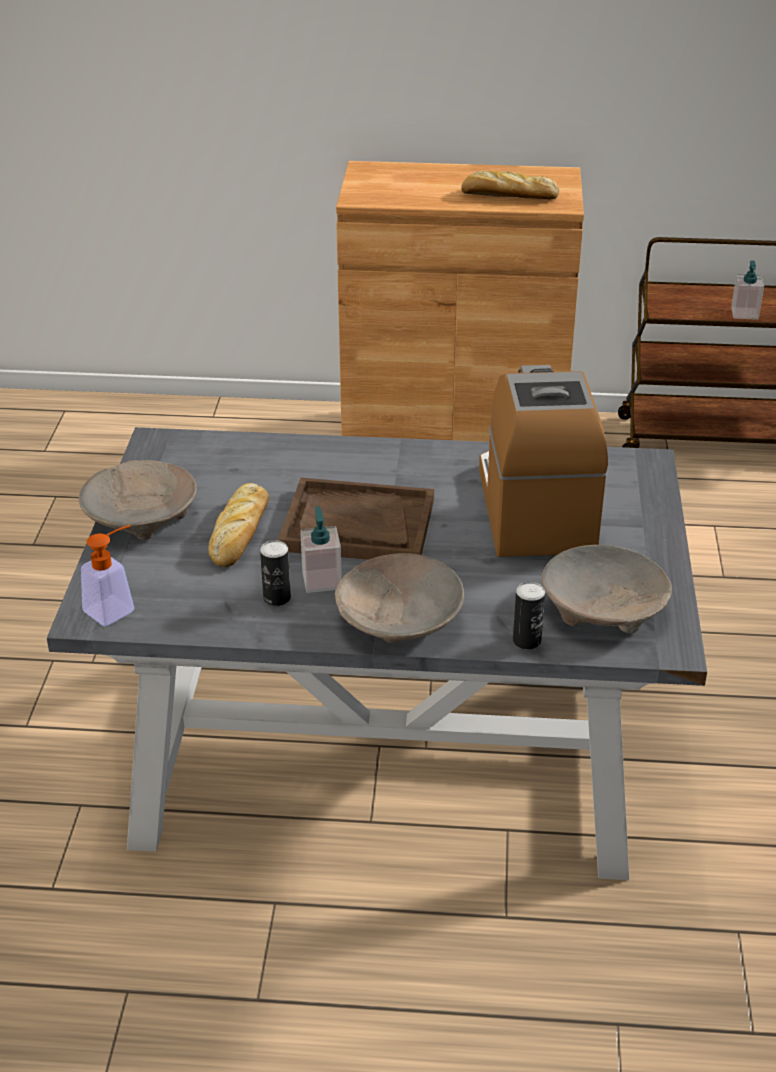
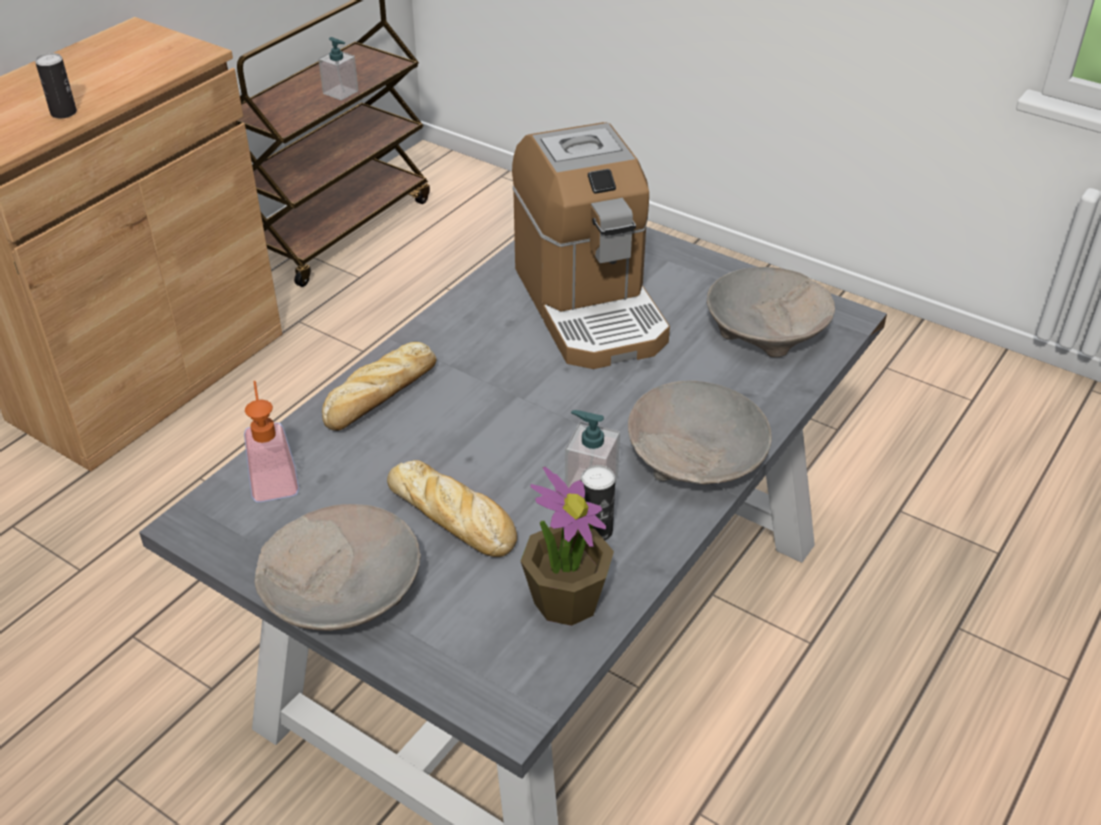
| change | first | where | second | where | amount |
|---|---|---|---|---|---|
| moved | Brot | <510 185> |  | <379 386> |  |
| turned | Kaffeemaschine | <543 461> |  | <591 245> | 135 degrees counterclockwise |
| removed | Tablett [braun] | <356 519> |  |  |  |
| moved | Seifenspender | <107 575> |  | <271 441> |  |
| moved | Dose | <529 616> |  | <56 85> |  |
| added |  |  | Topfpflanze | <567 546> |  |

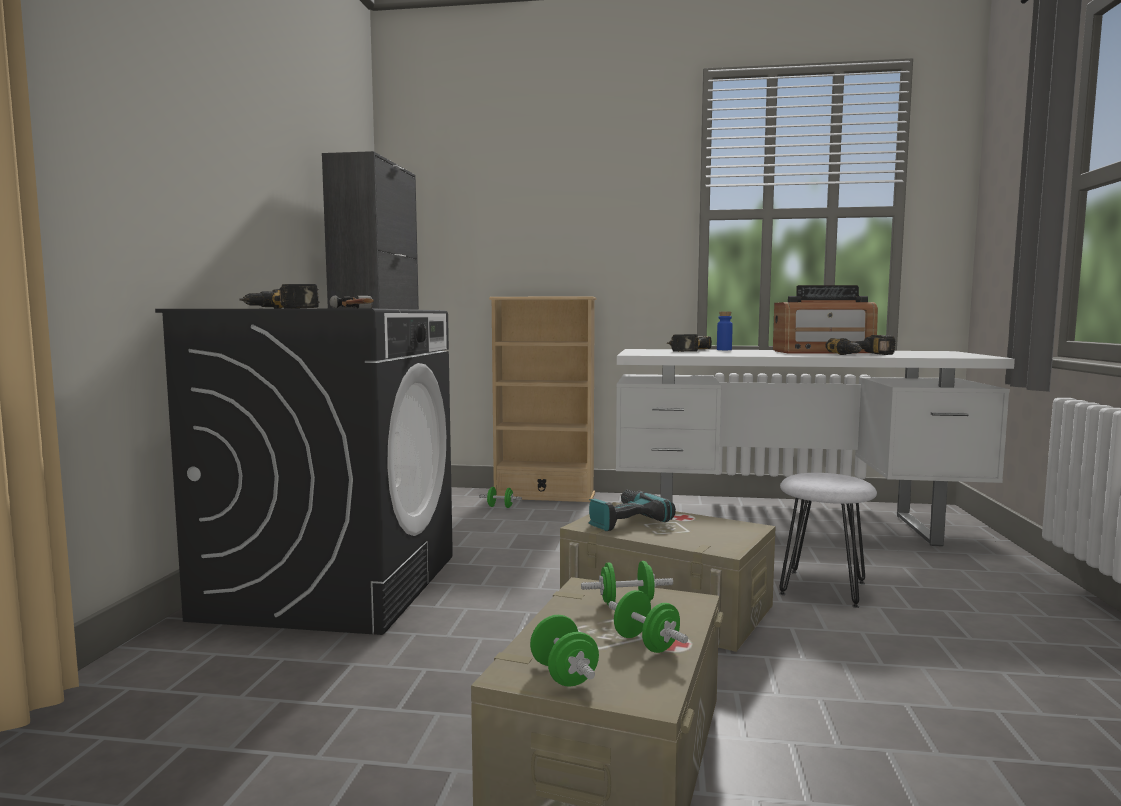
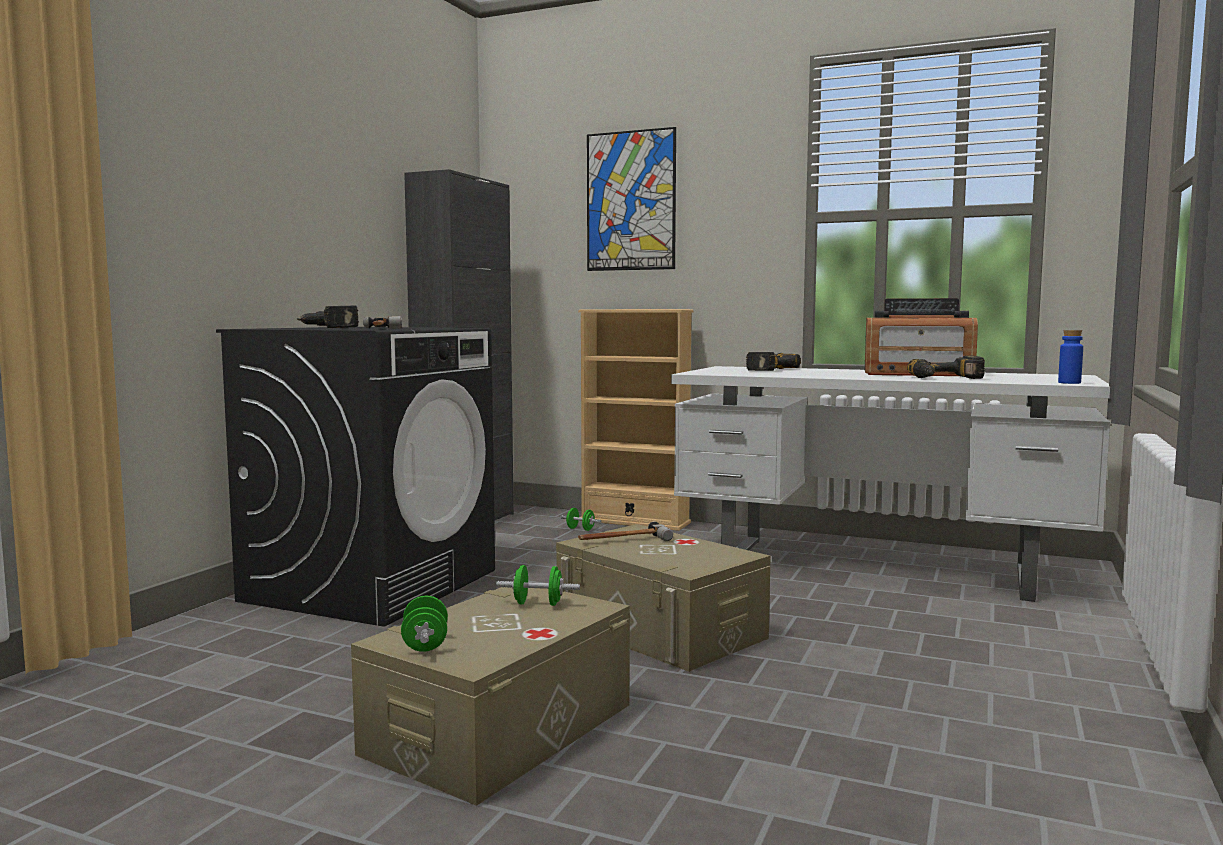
| change | first | where | second | where | amount |
|---|---|---|---|---|---|
| moved | Flasche [blau] | <725 331> |  | <1070 357> |  |
| removed | Hocker [weiß] | <828 540> |  |  |  |
| replaced | Bohrmaschine | <632 510> | Hammer | <625 531> |  |
| removed | Hantel [grün] | <648 621> |  |  |  |
| added |  |  | Bild | <631 199> |  |

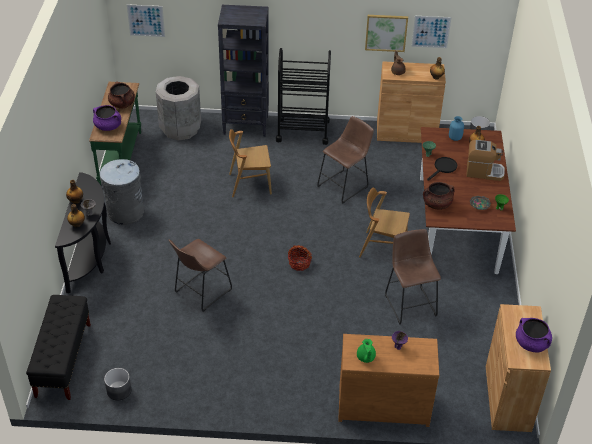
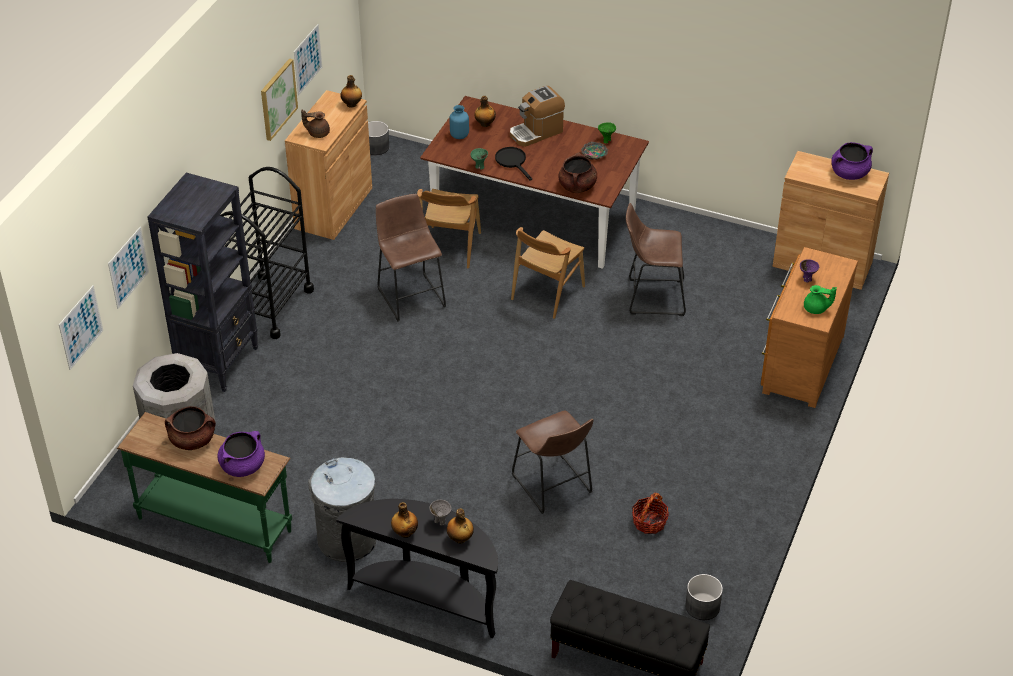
| change | first | where | second | where | amount |
|---|---|---|---|---|---|
| moved | Stuhl [braun] | <250 163> |  | <449 228> |  |
| turned | Kaffeemaschine | <485 160> |  | <537 116> | 150 degrees counterclockwise |
| moved | Korb | <300 258> |  | <650 513> |  |
| added |  |  | Bild | <128 268> |  |

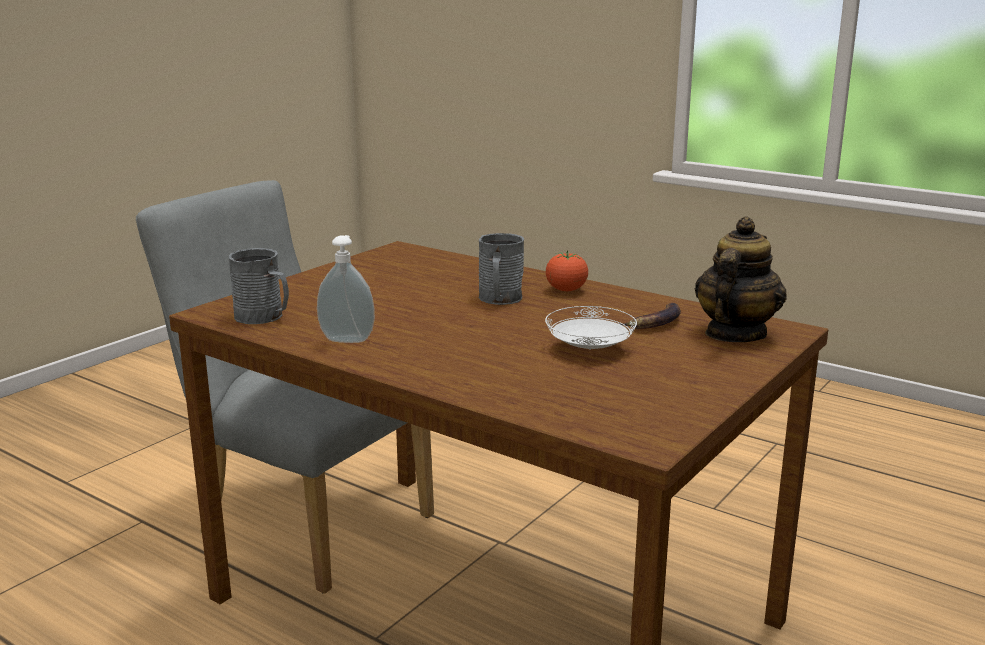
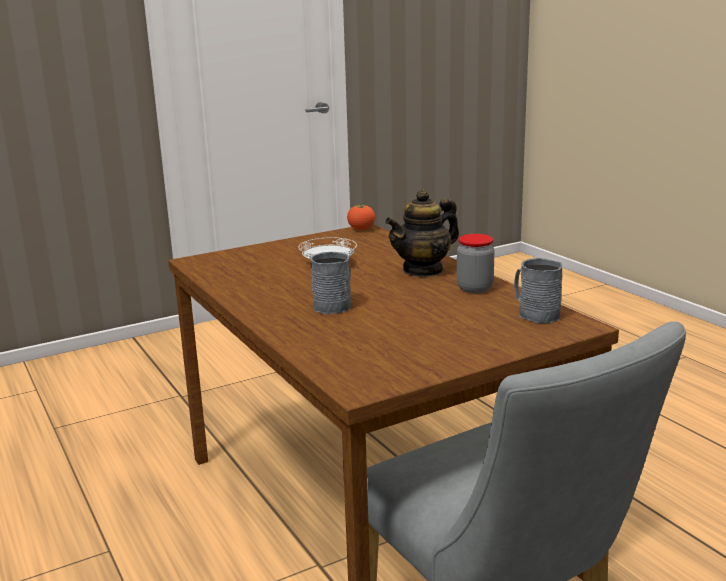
| change | first | where | second | where | amount |
|---|---|---|---|---|---|
| moved | Teekanne | <741 279> |  | <422 233> |  |
| replaced | Seifenspender | <346 289> | Vorratsglas | <476 263> |  |
| moved | Tomate | <567 270> |  | <361 216> |  |
| removed | Banane | <649 316> |  |  |  |

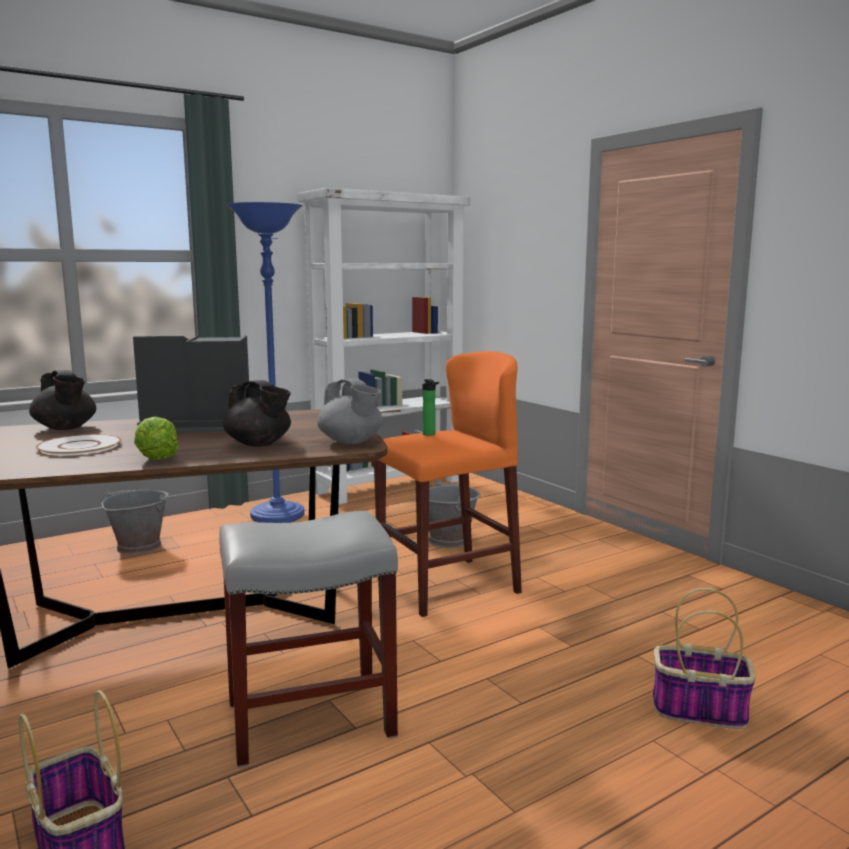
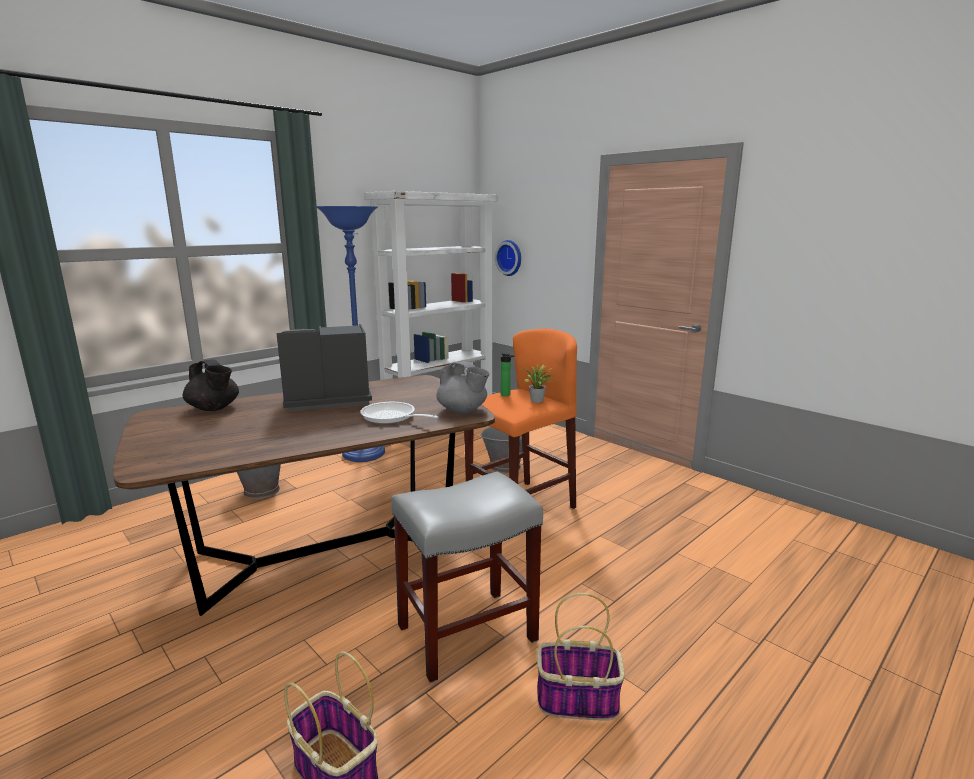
| change | first | where | second | where | amount |
|---|---|---|---|---|---|
| replaced | Teekanne [schwarz] | <257 413> | Pfanne | <399 413> |  |
| removed | Salatkopf | <156 438> |  |  |  |
| removed | Teller [weiß] | <78 445> |  |  |  |
| moved | Korb | <704 658> |  | <581 657> |  |
| added |  |  | Wanduhr | <508 258> |  |
| added |  |  | Topfpflanze | <538 383> |  |

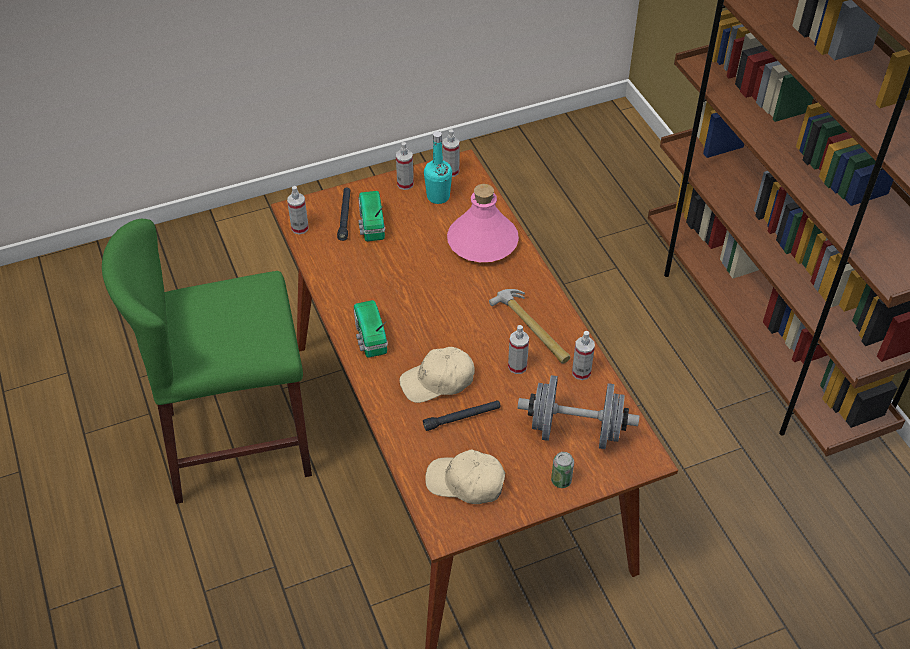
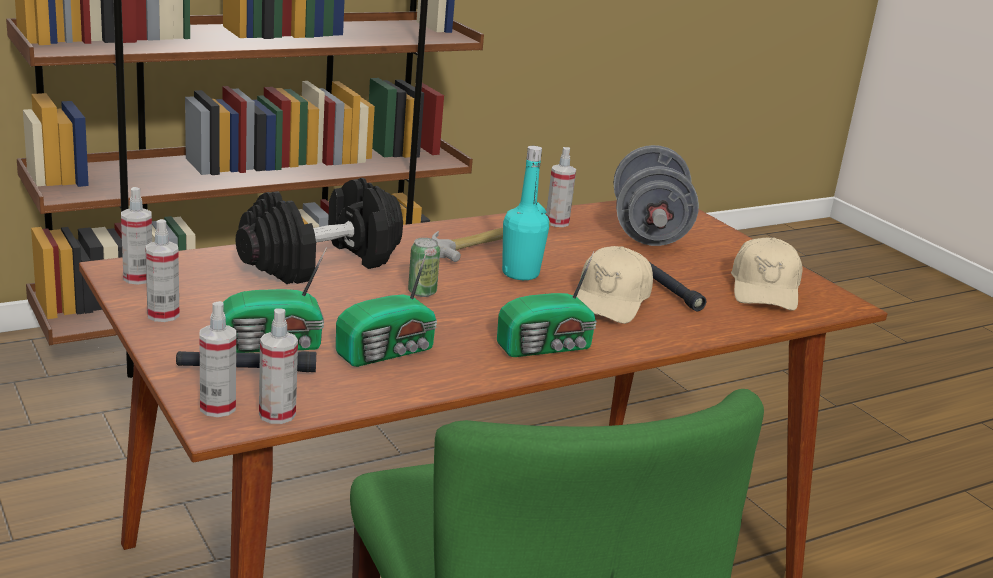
| change | first | where | second | where | amount |
|---|---|---|---|---|---|
| moved | Flasche [türkis] | <438 167> |  | <525 213> |  |
| replaced | Flasche [rosa] | <483 223> | Hantel [schwarz] | <319 231> |  |
| moved | Sprühflasche | <518 349> |  | <217 359> |  |
| turned | Kappe [beige] | <437 375> |  | <615 285> | 45 degrees clockwise |
| moved | Dose | <562 470> |  | <424 267> |  |
| added |  |  | Radio | <386 307> |  |

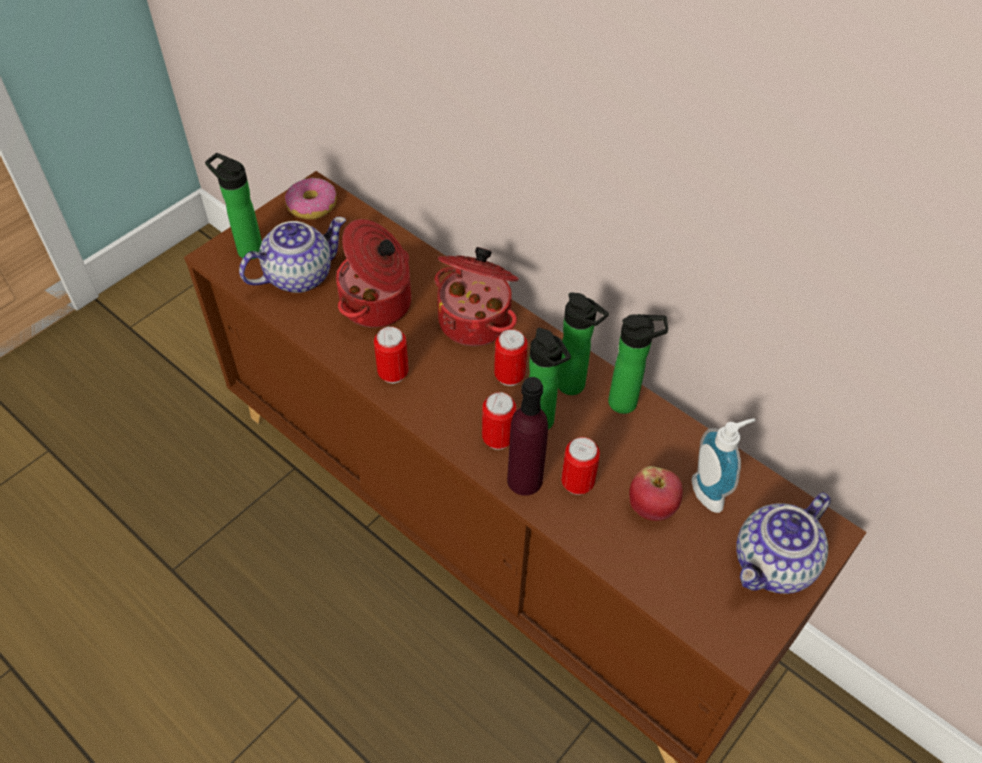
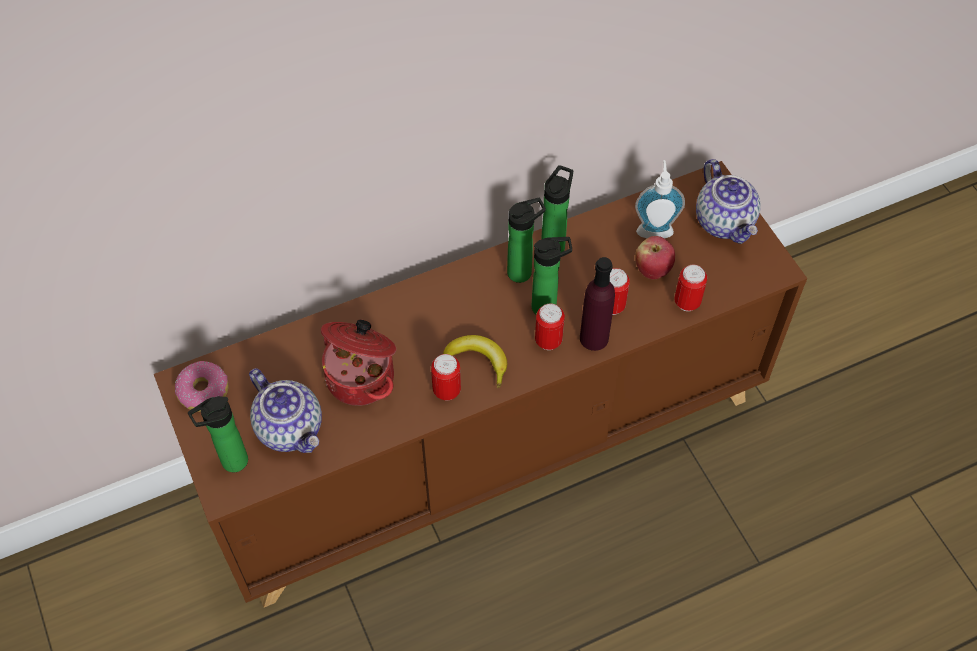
| change | first | where | second | where | amount |
|---|---|---|---|---|---|
| turned | Teekanne | <292 255> |  | <285 410> | 150 degrees clockwise |
| removed | Kochtopf | <477 296> |  |  |  |
| moved | Dose | <511 357> |  | <690 288> |  |
| added |  |  | Banane | <475 361> |  |

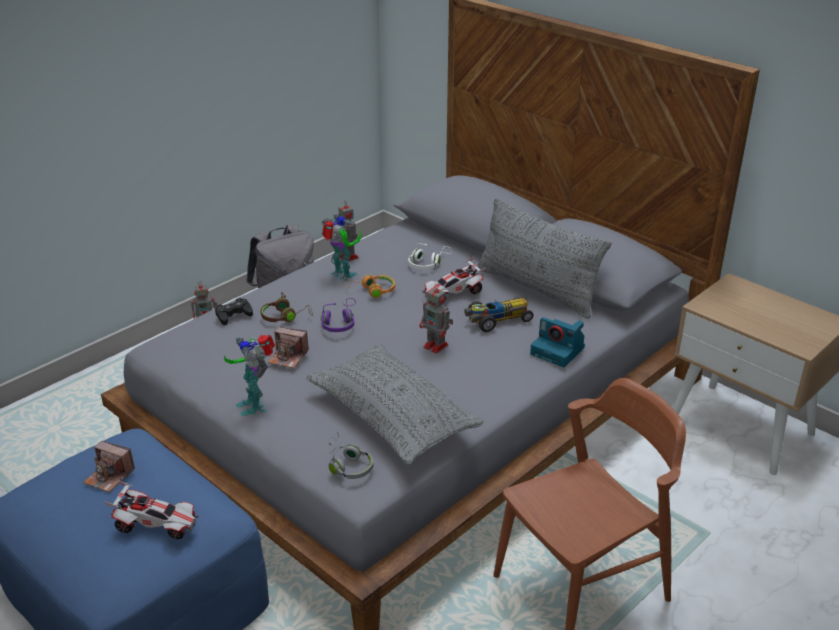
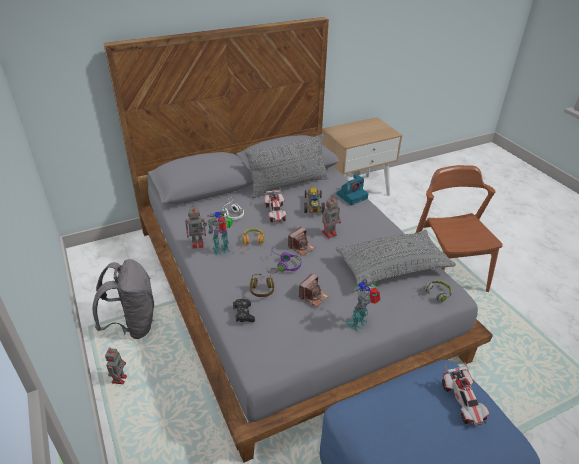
| change | first | where | second | where | amount |
|---|---|---|---|---|---|
| turned | Spielzeugroboter | <249 375> |  | <362 305> | 135 degrees clockwise |
| moved | Kamera | <109 466> |  | <302 241> |  |
| turned | Spielzeugauto | <152 510> |  | <466 393> | 135 degrees clockwise |

